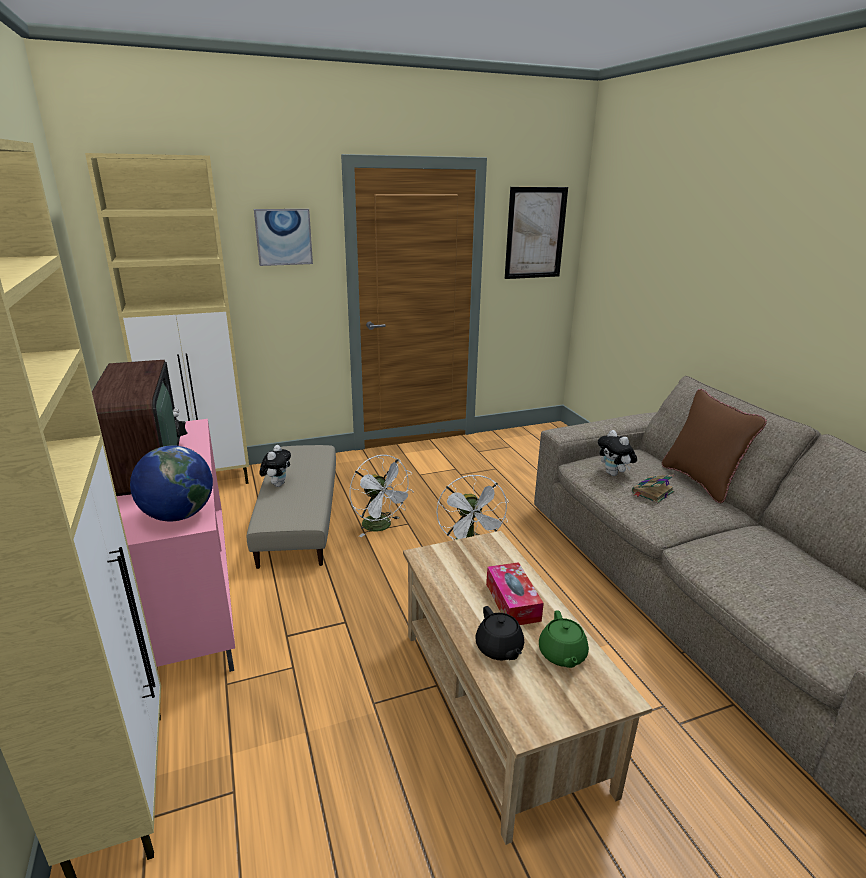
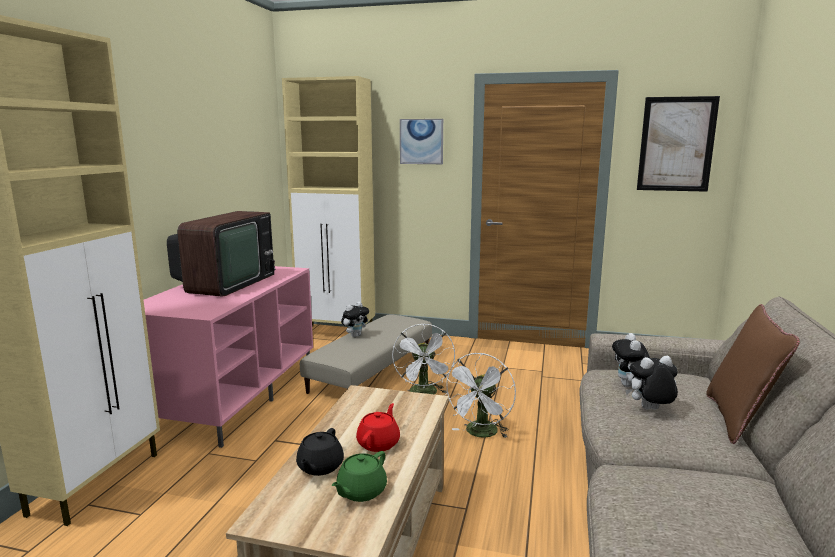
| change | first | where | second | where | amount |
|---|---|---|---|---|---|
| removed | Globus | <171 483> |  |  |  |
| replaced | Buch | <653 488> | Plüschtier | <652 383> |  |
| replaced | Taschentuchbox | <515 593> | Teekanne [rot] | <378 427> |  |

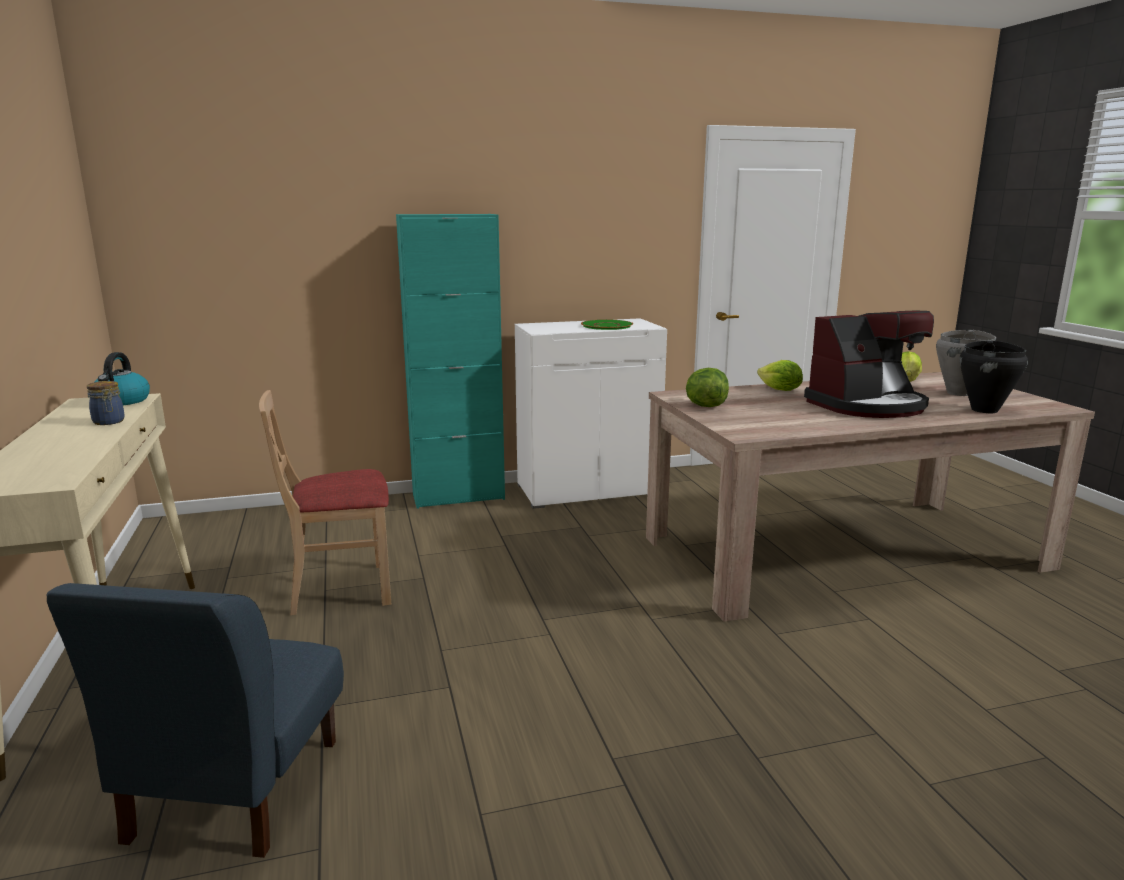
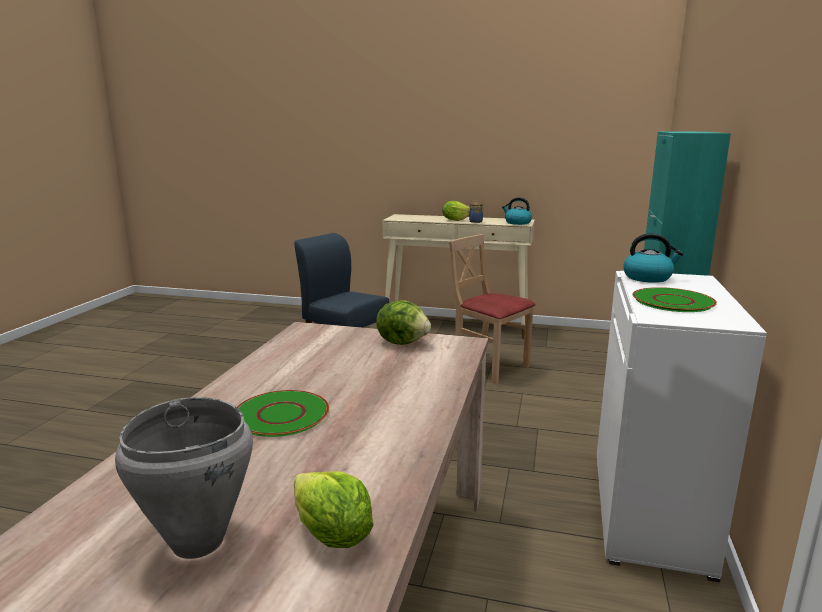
| change | first | where | second | where | amount |
|---|---|---|---|---|---|
| replaced | Kaffeemaschine | <869 364> | Teller [grün] | <283 413> |  |
| removed | Kochtopf [schwarz] | <994 377> |  |  |  |
| moved | Salatkopf | <780 375> |  | <456 211> |  |
| turned | Stuhl [beige] | <325 502> |  | <492 309> | 60 degrees counterclockwise |
| added |  |  | Wasserkessel | <653 258> |  |

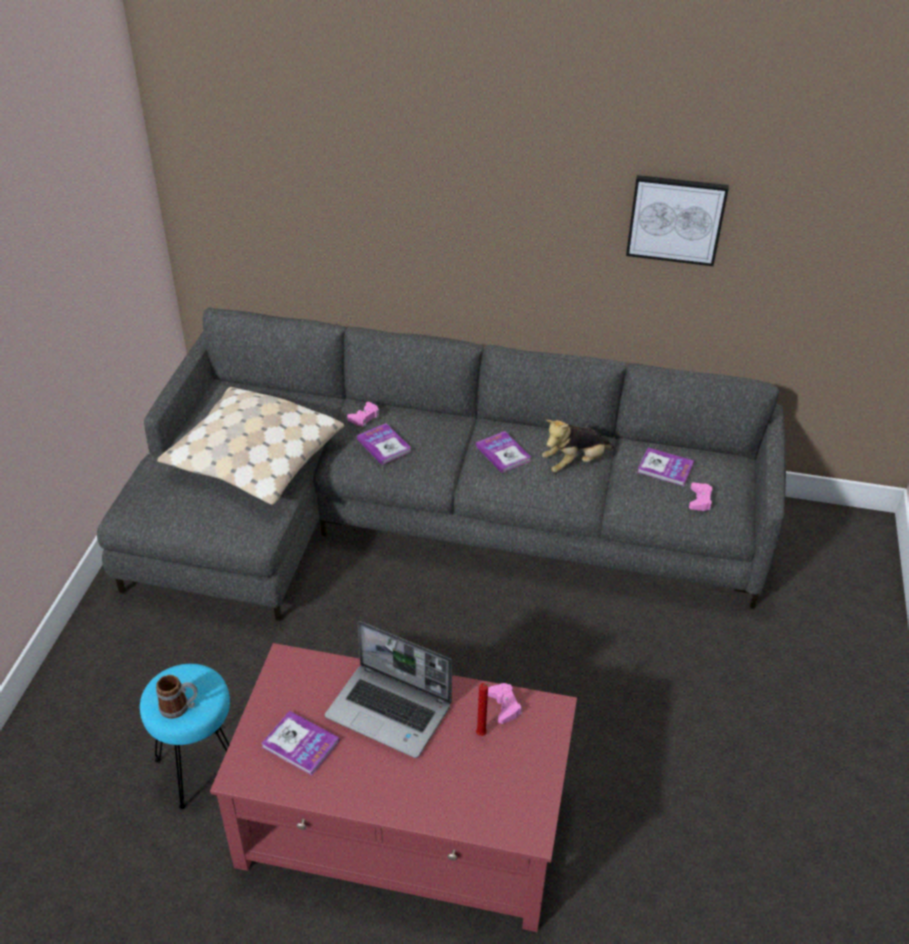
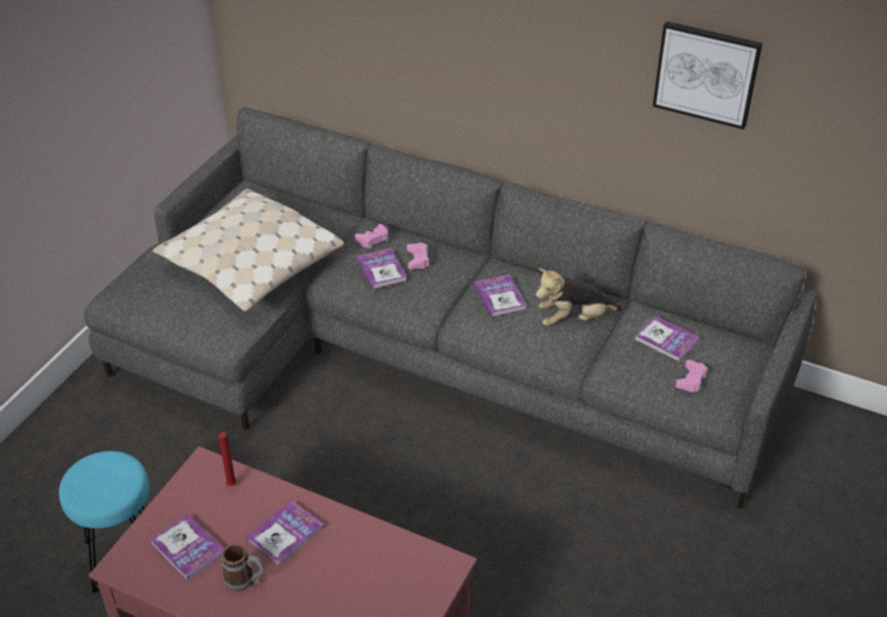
| change | first | where | second | where | amount |
|---|---|---|---|---|---|
| replaced | Laptop | <388 689> | Buch | <284 533> |  |
| moved | Henkelbecher | <177 697> |  | <242 567> |  |
| moved | Kerze [rot] | <483 709> |  | <227 459> |  |
| moved | Gamepad [rosa] | <505 703> |  | <418 256> |  |

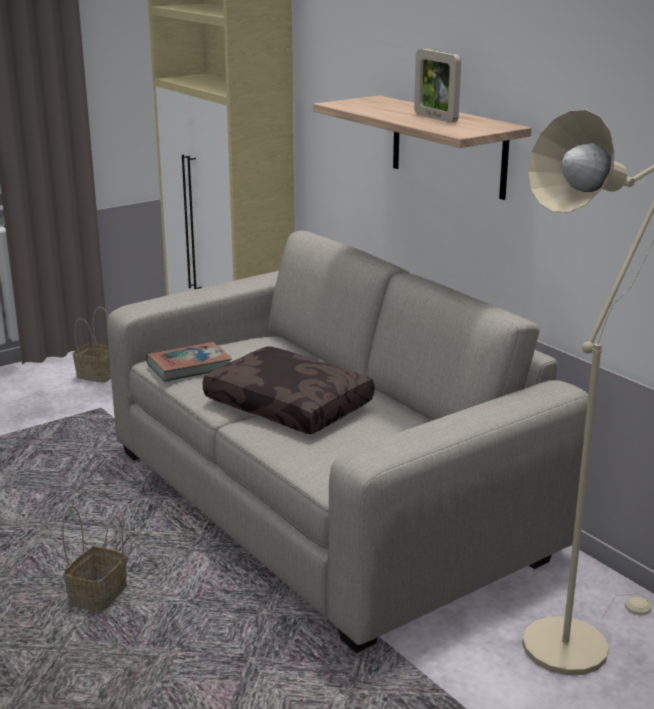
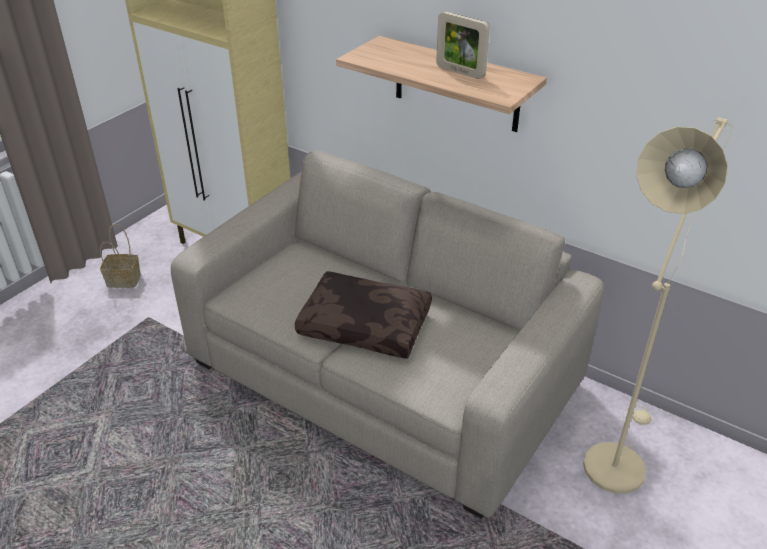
| change | first | where | second | where | amount |
|---|---|---|---|---|---|
| removed | Buch | <189 362> |  |  |  |
| removed | Korb | <94 558> |  |  |  |

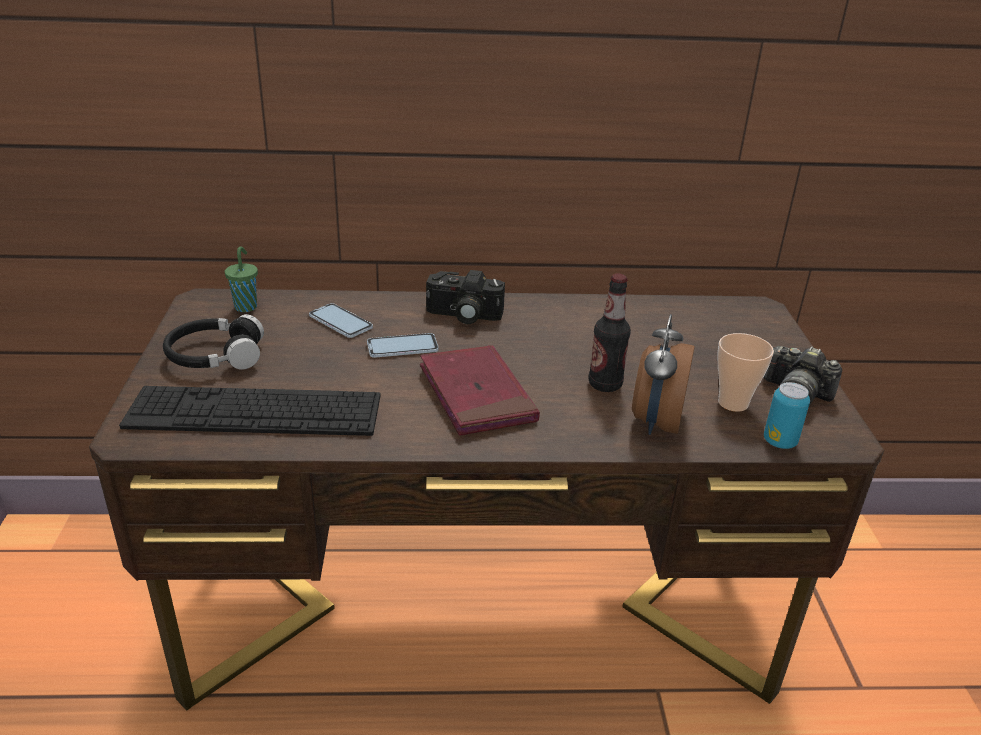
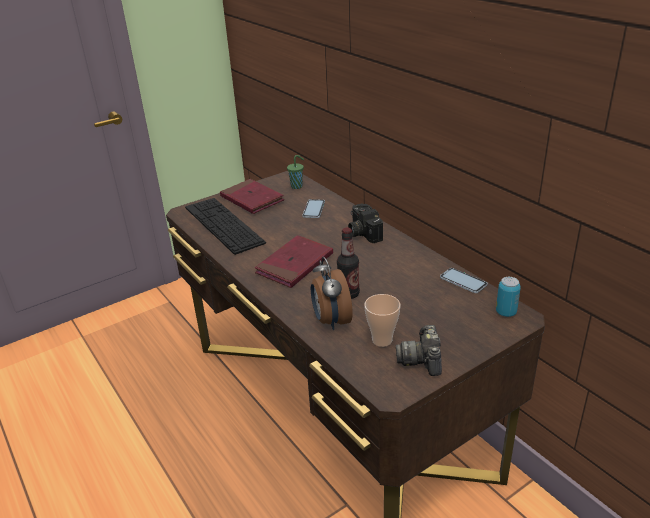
| change | first | where | second | where | amount |
|---|---|---|---|---|---|
| replaced | Kopfhörer [schwarz] | <213 342> | Buch [rot] | <252 196> |  |
| turned | Wecker | <663 374> |  | <332 293> | 90 degrees counterclockwise |
| moved | Handy | <403 345> |  | <463 280> |  |
| moved | Dose | <787 415> |  | <508 297> |  |

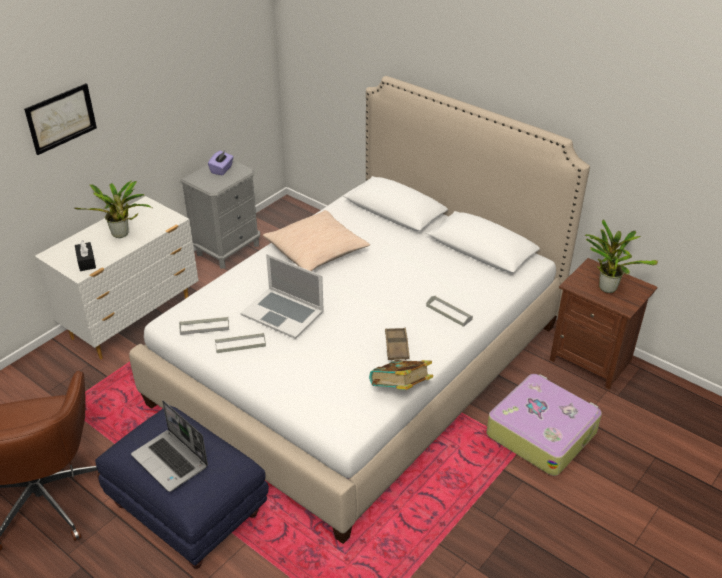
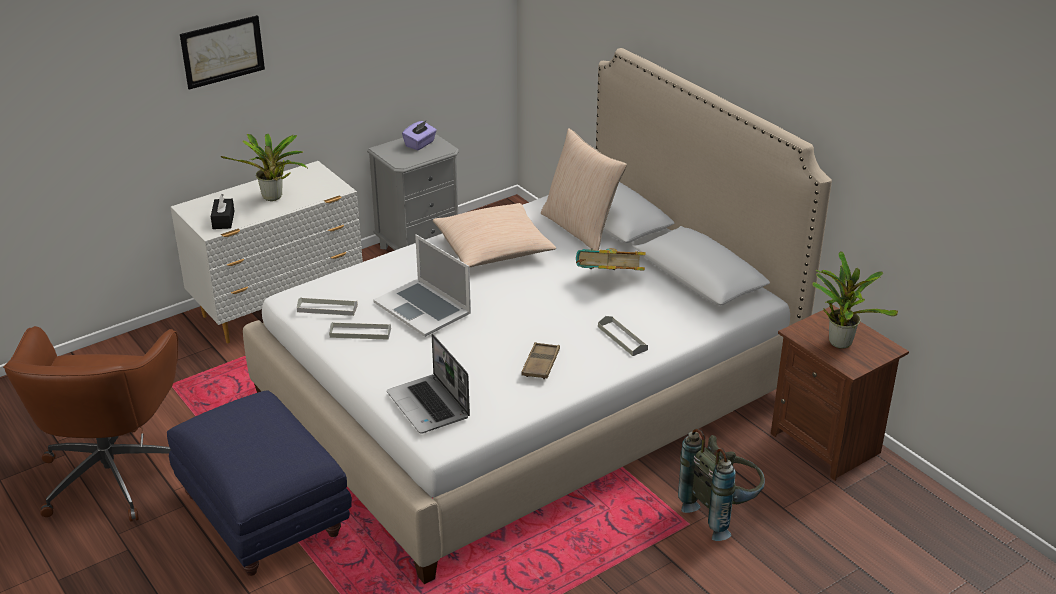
| change | first | where | second | where | amount |
|---|---|---|---|---|---|
| moved | Buch | <401 375> |  | <611 259> |  |
| replaced | Koffer | <544 425> | Rucksack [grau] | <721 485> |  |
| moved | Laptop | <169 446> |  | <428 383> |  |
| added |  |  | Kissen [beige] | <584 189> |  |

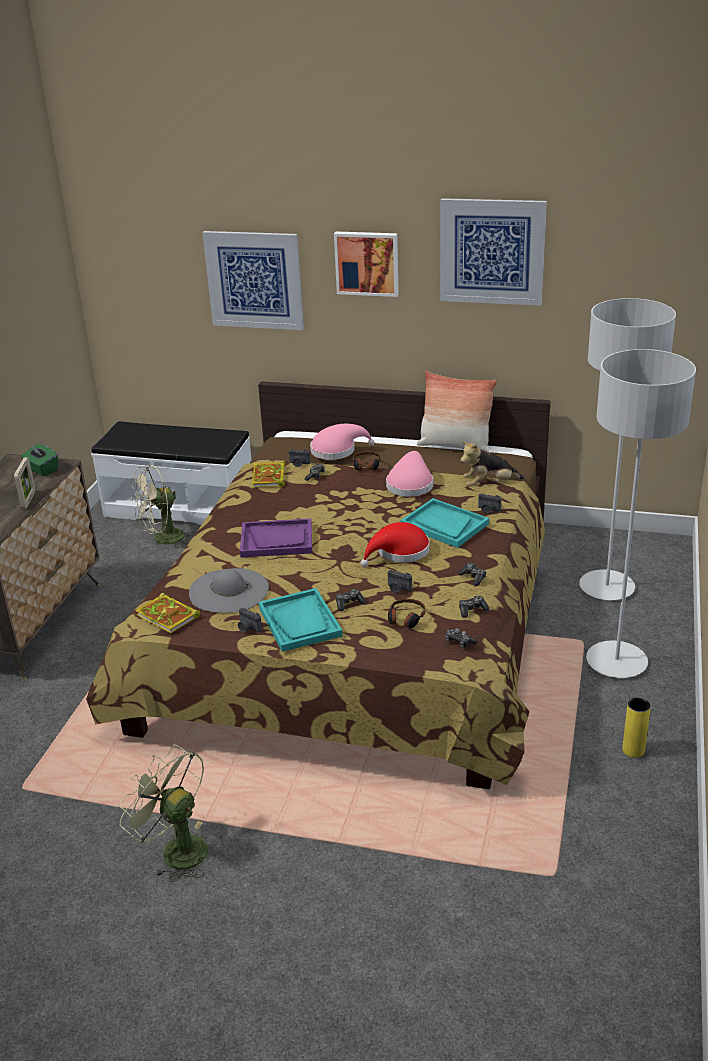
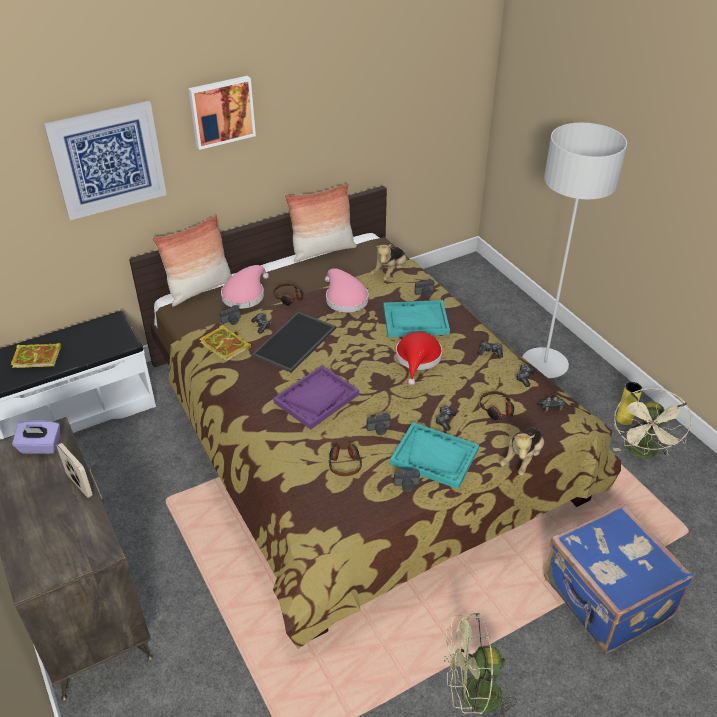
| change | first | where | second | where | amount |
|---|---|---|---|---|---|
| removed | Bild | <493 252> |  |  |  |
| removed | Stehlampe [grau] | <627 449> |  |  |  |
| recoloured | Taschentuchbox [grün] | <39 460> | Taschentuchbox [lila] | <36 437> |  |
| moved | Ventilator [beige] | <163 507> |  | <652 423> |  |
| replaced | Hut [grau] | <229 590> | Kopfhörer | <345 460> |  |
| moved | Kamera | <400 581> |  | <379 424> |  |
| moved | Buch | <168 613> |  | <36 355> |  |
| added |  |  | Kissen | <192 260> |  |
| added |  |  | Tablett | <294 342> |  |
| added |  |  | Plüschtier | <522 451> |  |
| added |  |  | Koffer [blau] | <619 578> |  |

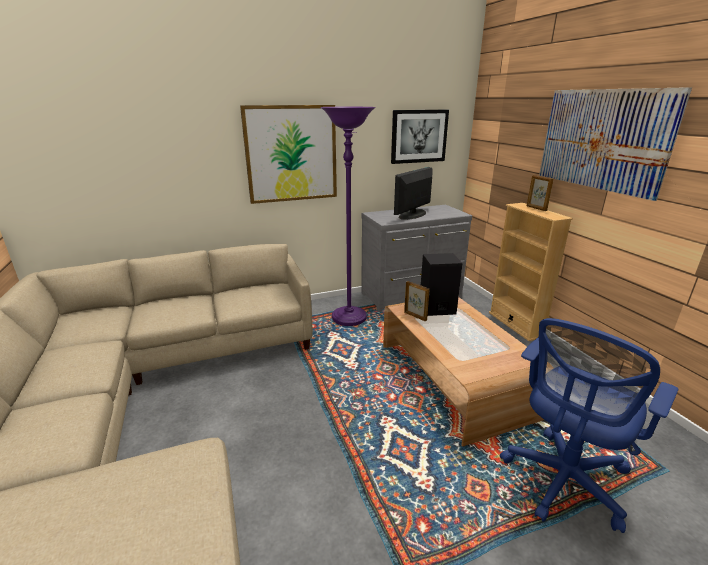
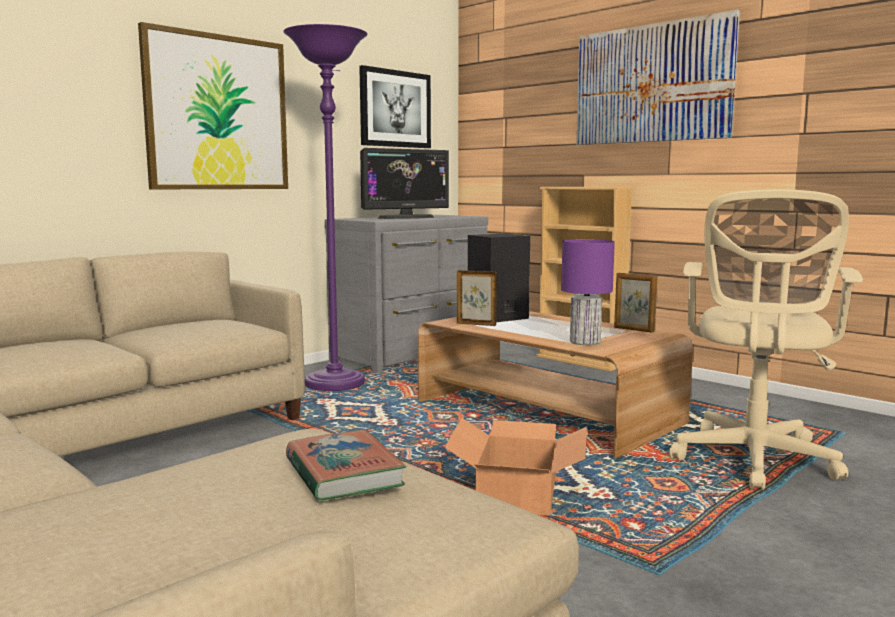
| change | first | where | second | where | amount |
|---|---|---|---|---|---|
| turned | Monitor | <413 193> |  | <404 183> | 135 degrees counterclockwise |
| moved | Bilderrahmen | <540 193> |  | <636 303> |  |
| recoloured | Bürostuhl [blau] | <589 425> | Bürostuhl [beige] | <766 339> |  |
| added |  |  | Tischlampe [lila] | <588 292> |  |
| added |  |  | Karton | <516 467> |  |
| added |  |  | Buch | <346 465> |  |

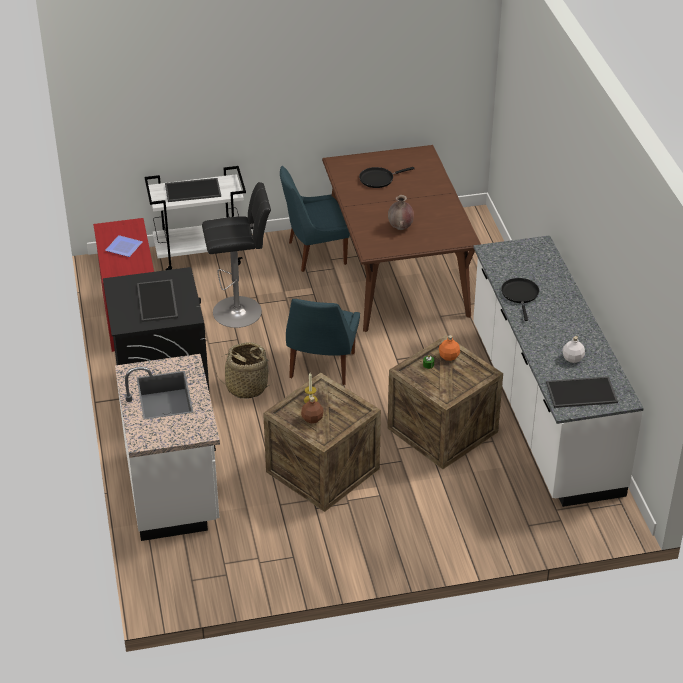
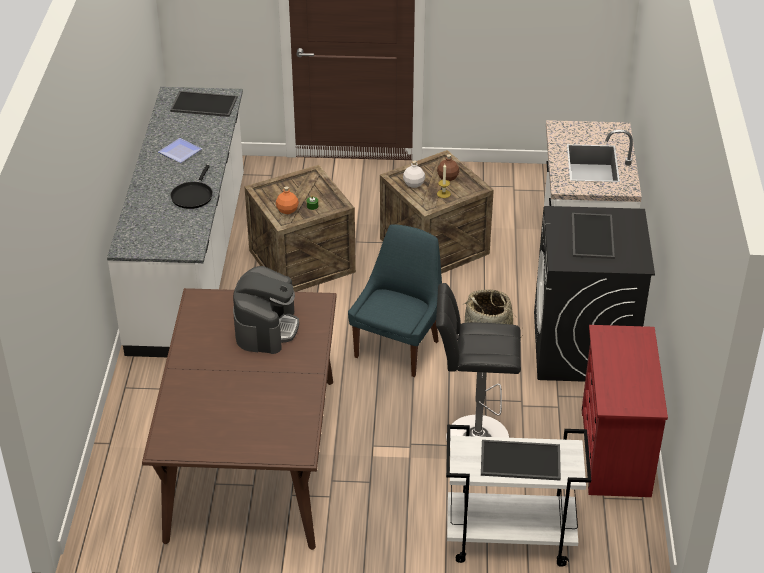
| change | first | where | second | where | amount |
|---|---|---|---|---|---|
| removed | Stuhl [blau] | <315 219> |  |  |  |
| removed | Pfanne [schwarz] | <387 177> |  |  |  |
| replaced | Vase [braun] | <401 212> | Kaffeemaschine | <266 310> |  |
| moved | Teller | <124 246> |  | <180 150> |  |
| moved | Flasche [weiß] | <574 349> |  | <414 174> |  |

